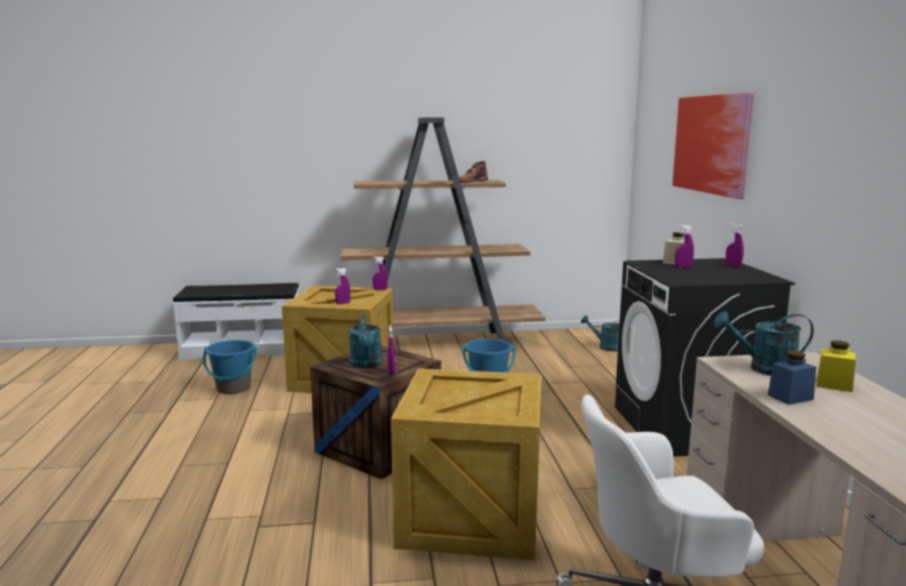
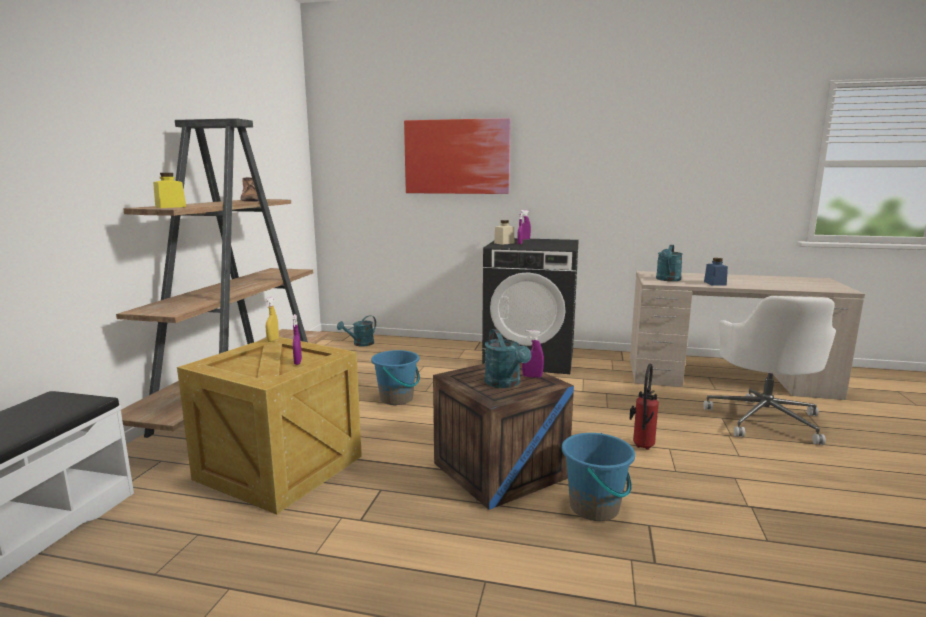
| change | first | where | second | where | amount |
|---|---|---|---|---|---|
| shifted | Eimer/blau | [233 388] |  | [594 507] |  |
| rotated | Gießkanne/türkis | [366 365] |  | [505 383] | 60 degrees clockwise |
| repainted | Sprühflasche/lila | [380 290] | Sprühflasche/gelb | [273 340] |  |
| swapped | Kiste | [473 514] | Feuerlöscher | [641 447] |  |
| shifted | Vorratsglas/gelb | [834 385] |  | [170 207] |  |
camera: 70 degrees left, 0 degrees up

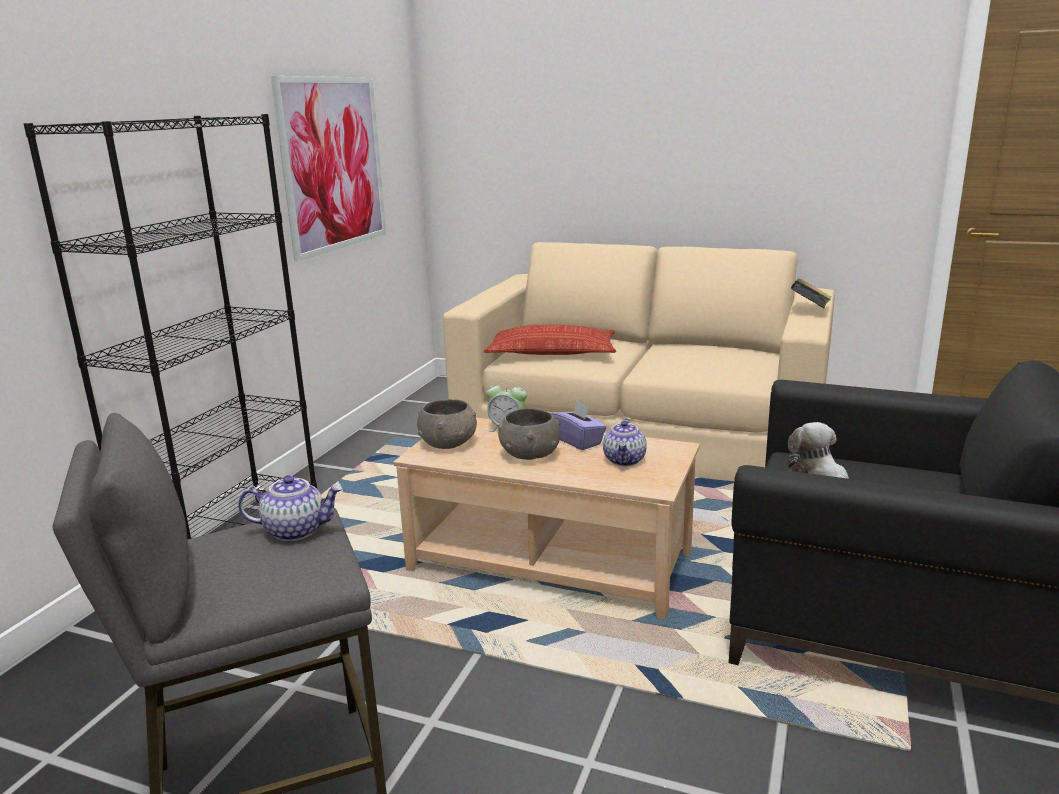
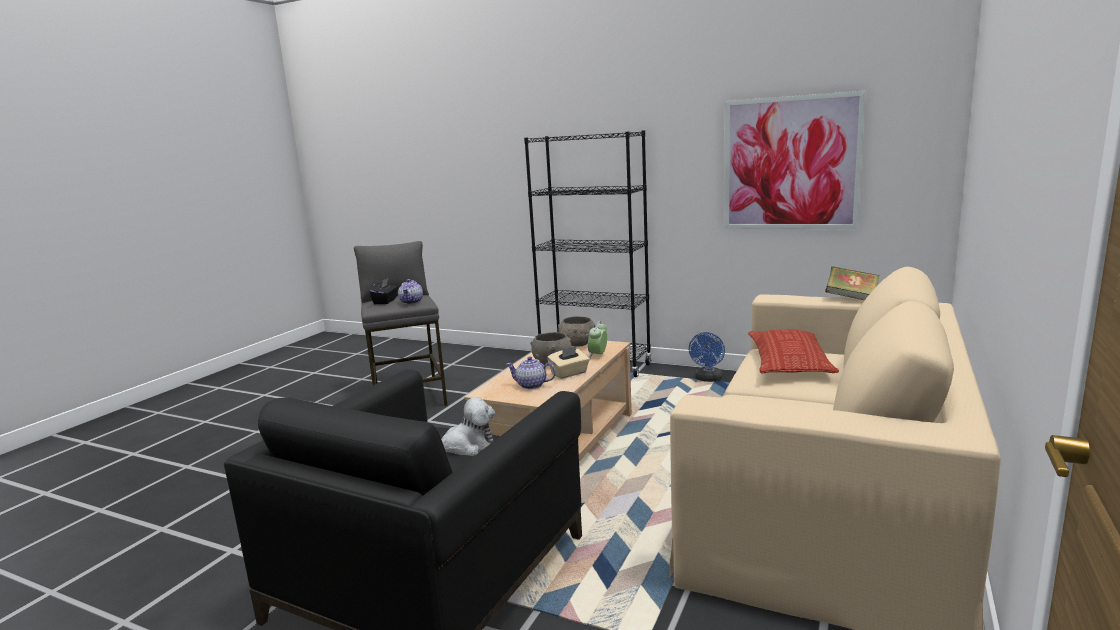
| change | first | where | second | where | amount |
|---|---|---|---|---|---|
| repainted | Taschentuchbox/lila | [579 441] | Taschentuchbox/beige | [569 373] |  |
| shifted | Buch | [809 310] |  | [851 298] |  |
| new |  |  | Taschentuchbox/schwarz | [385 301] |  |
| new |  |  | Ventilator/blau | [708 379] |  |
camera: 95 degrees right, 5 degrees down

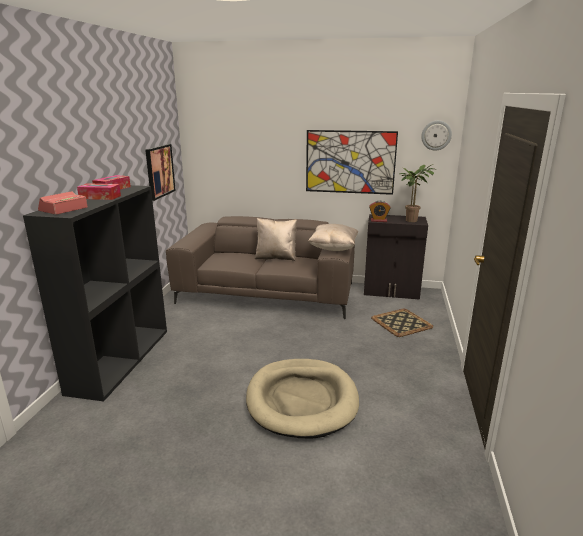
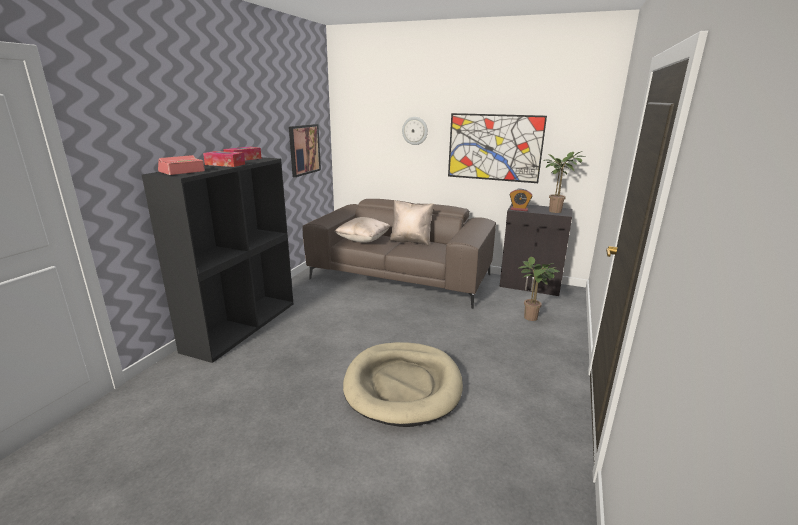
| change | first | where | second | where | amount |
|---|---|---|---|---|---|
| shifted | Kissen/beige | [333 248] |  | [363 240] |  |
| swapped | Tablett | [402 323] | Topfpflanze | [533 318] |  |
| shifted | Wanduhr | [436 135] |  | [415 130] |  |
camera: 10 degrees right, 0 degrees up

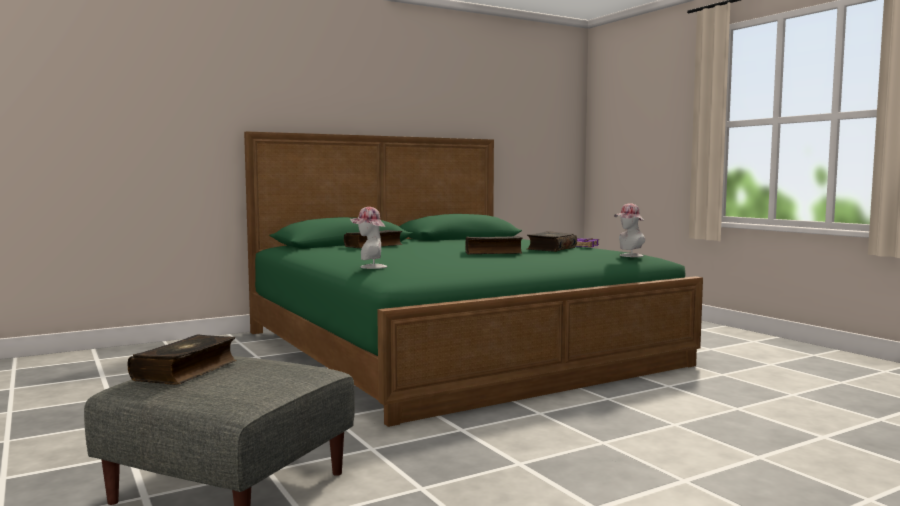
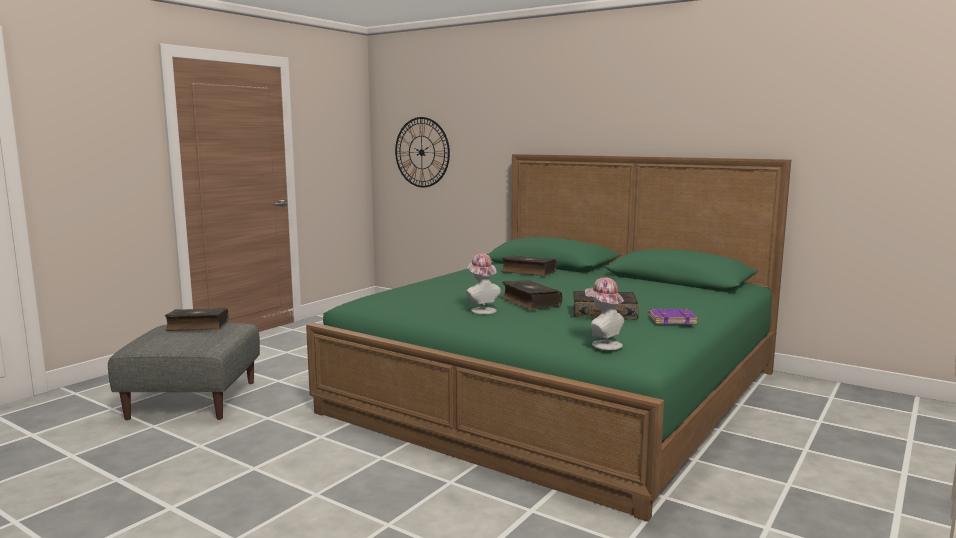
| change | first | where | second | where | amount |
|---|---|---|---|---|---|
| shifted | Hut | [369 267] |  | [481 310] |  |
| new |  |  | Wanduhr | [422 152] |  |
camera: 65 degrees right, 5 degrees up

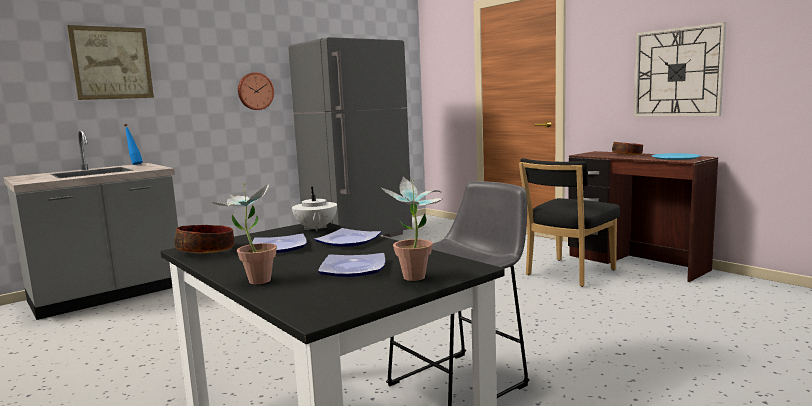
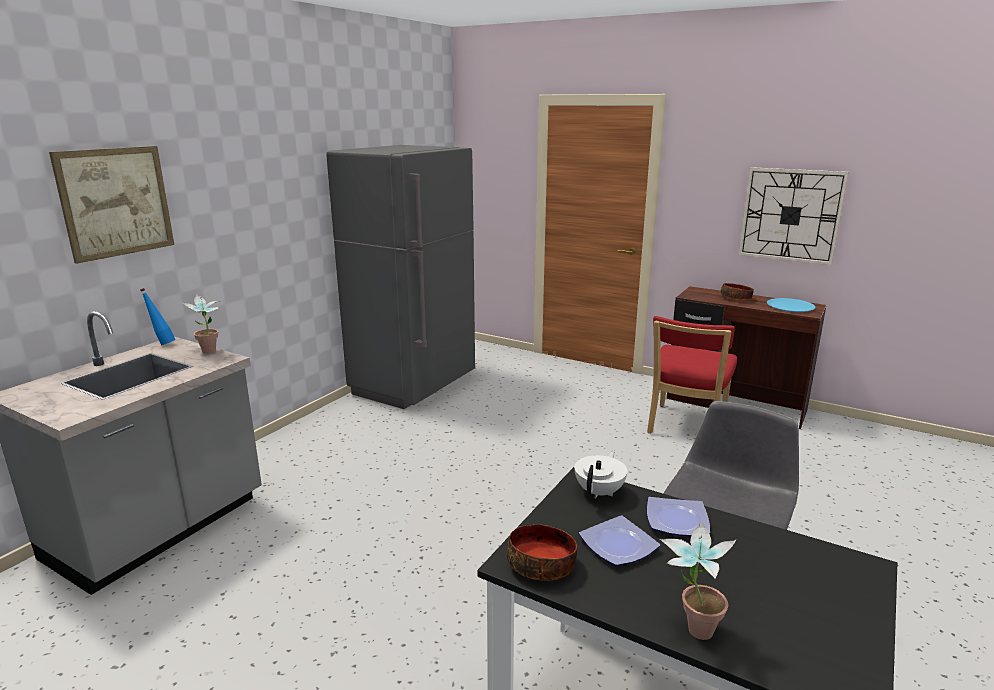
| change | first | where | second | where | amount |
|---|---|---|---|---|---|
| gone | Wanduhr | [255 91] |  |  |  |
| rotated | Teekanne/weiß | [315 229] |  | [600 491] | 120 degrees counterclockwise |
| gone | Teller | [351 270] |  |  |  |
| shifted | Topfpflanze | [416 280] |  | [210 352] |  |
| repainted | Stuhl/schwarz | [567 273] | Stuhl/rot | [685 427] |  |
camera: 20 degrees left, 10 degrees up

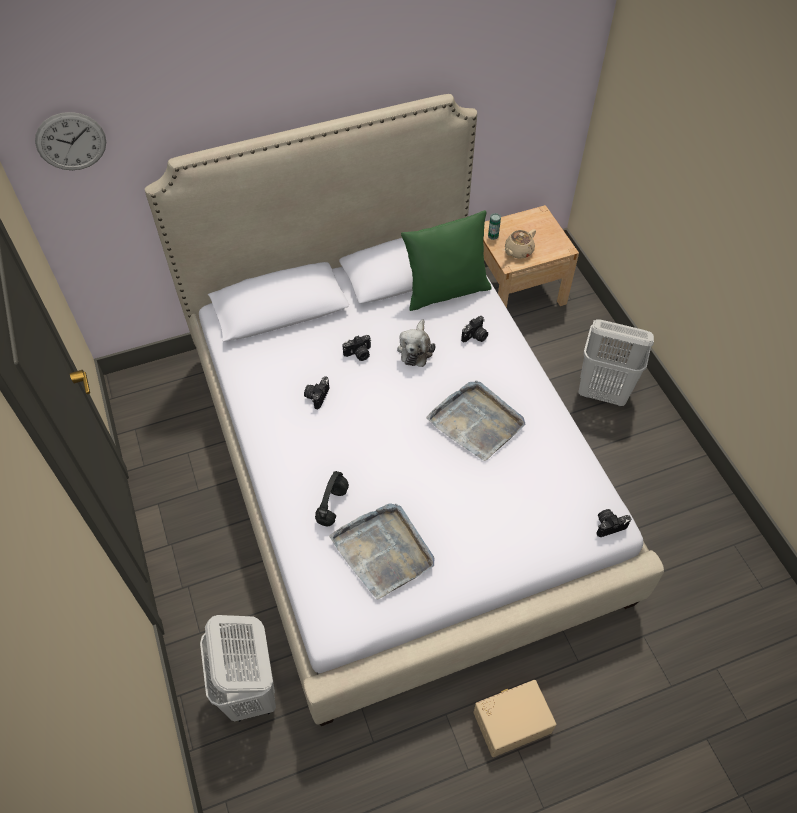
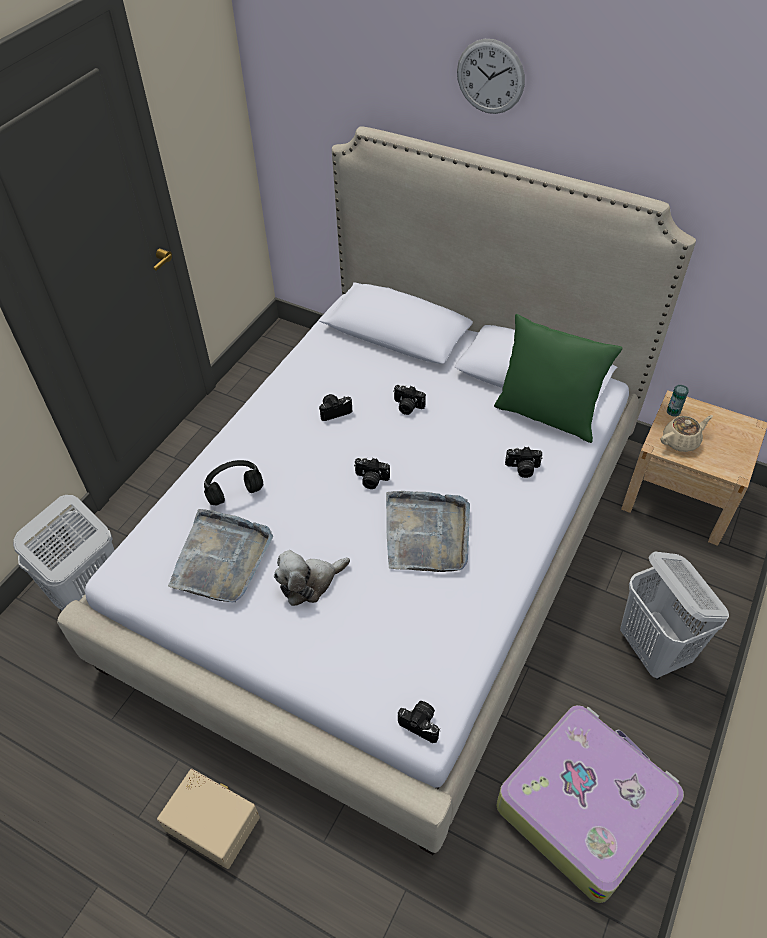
| change | first | where | second | where | amount |
|---|---|---|---|---|---|
| shifted | Wanduhr | [71 141] |  | [490 77] |  |
| shifted | Plüschtier | [416 349] |  | [309 583] |  |
| rotated | Teekanne/beige | [518 251] |  | [681 441] | 150 degrees clockwise |
| new |  |  | Kamera | [371 480] |  |
| new |  |  | Koffer | [584 805] |  |
camera: 50 degrees right, 5 degrees down

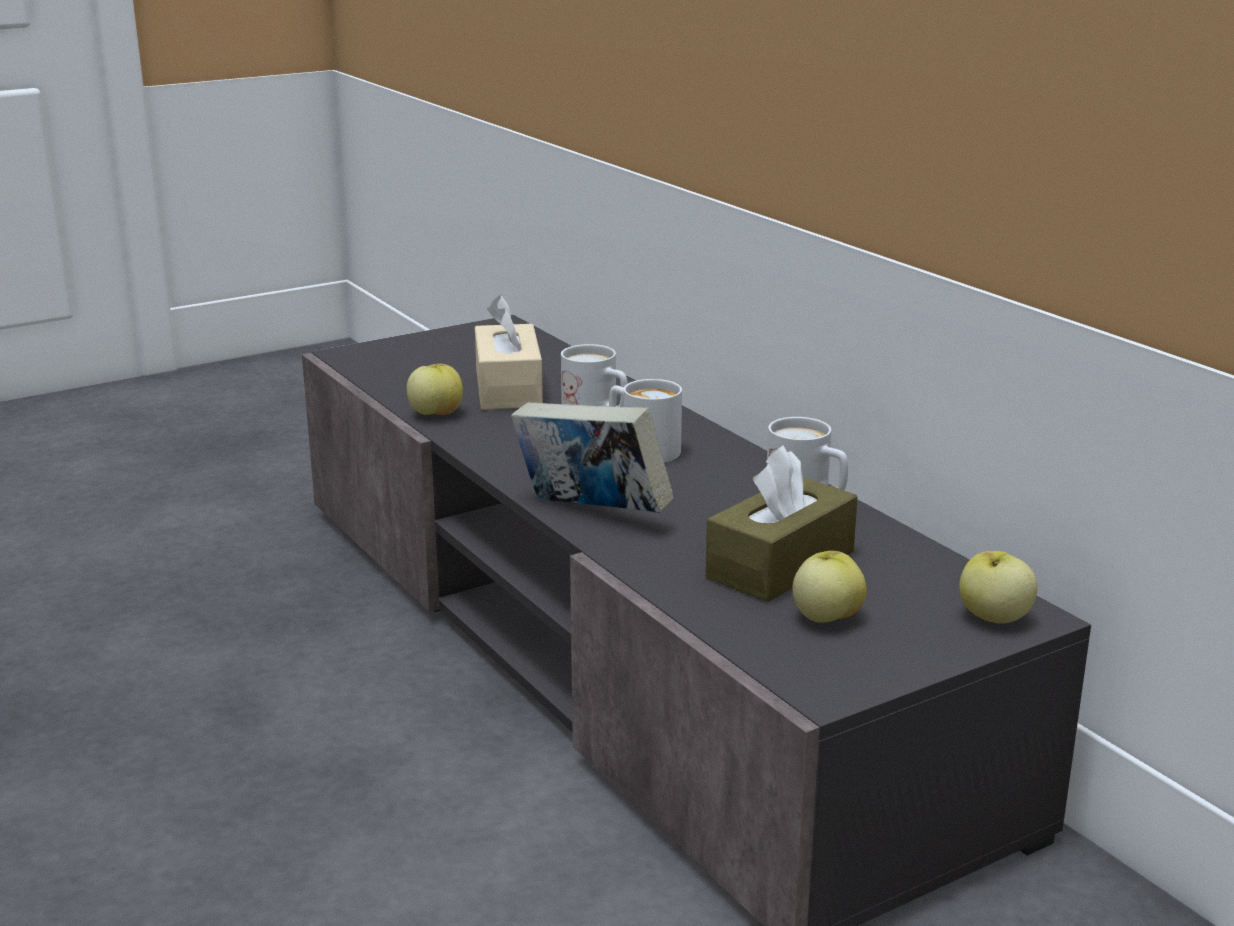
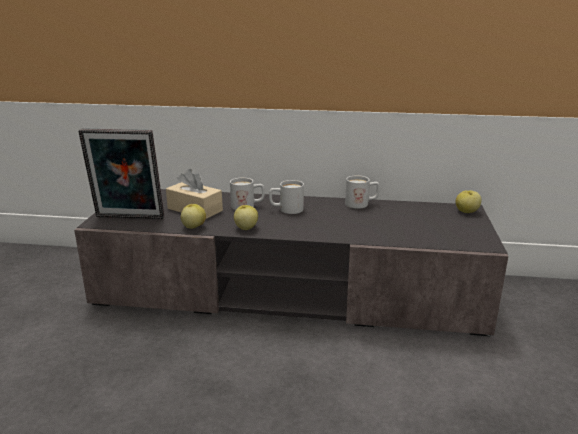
| change | first | where | second | where | amount |
|---|---|---|---|---|---|
| gone | Buch | [591 514] |  |  |  |
| gone | Taschentuchbox/braun | [780 565] |  |  |  |
| shifted | Apfel | [826 618] |  | [246 228] |  |
| new |  |  | Bilderrahmen | [128 218] |  |
camera: 50 degrees left, 0 degrees up

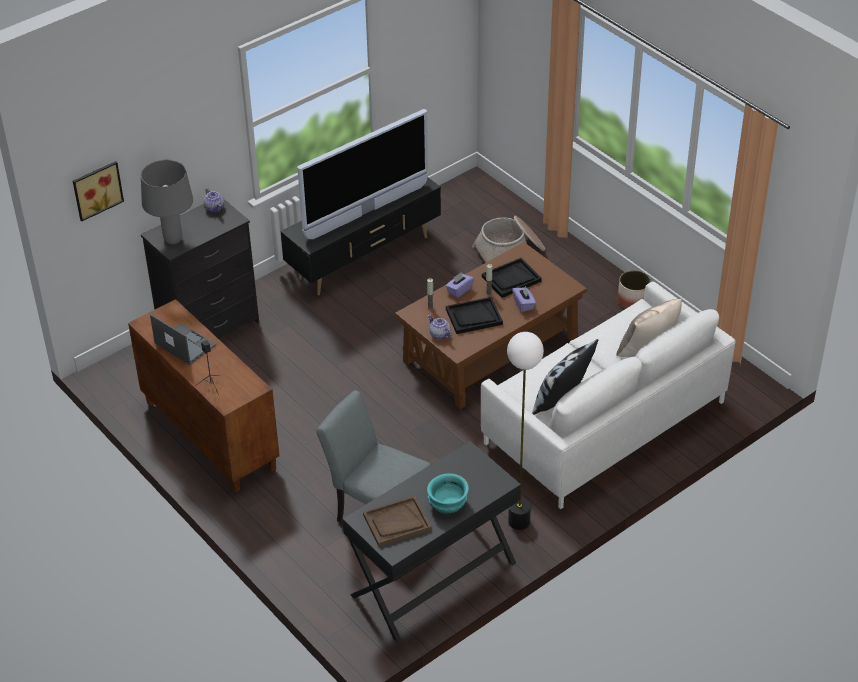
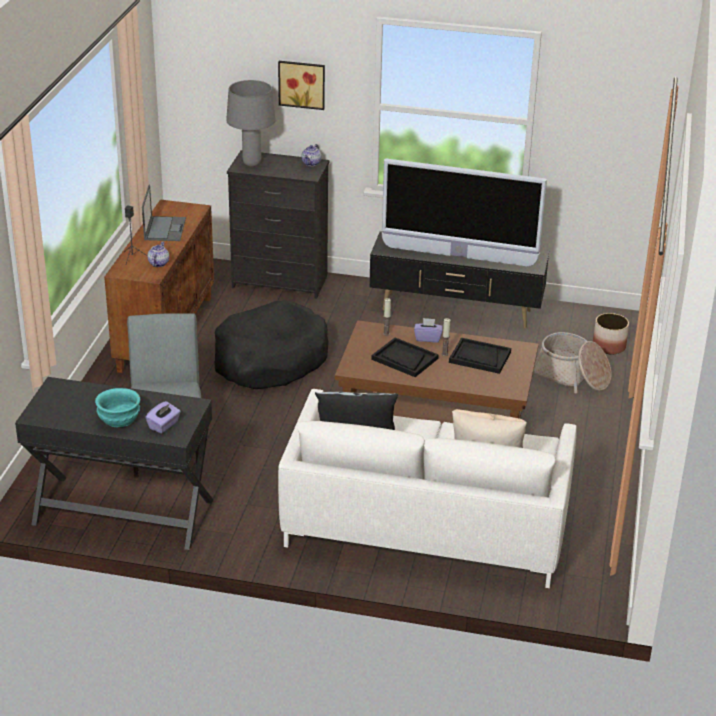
| change | first | where | second | where | amount |
|---|---|---|---|---|---|
| shifted | Bild | [96 189] |  | [302 84] |  |
| gone | Tablett/braun | [397 523] |  |  |  |
| shifted | Teekanne | [439 334] |  | [158 263] |  |
| gone | Stehlampe | [518 521] |  |  |  |
| shifted | Taschentuchbox/lila | [523 304] |  | [164 425] |  |
| shifted | Pflanzkübel | [633 301] |  | [609 346] |  |
| new |  |  | Hundebett/schwarz | [270 360] |  |
camera: 50 degrees right, 10 degrees down

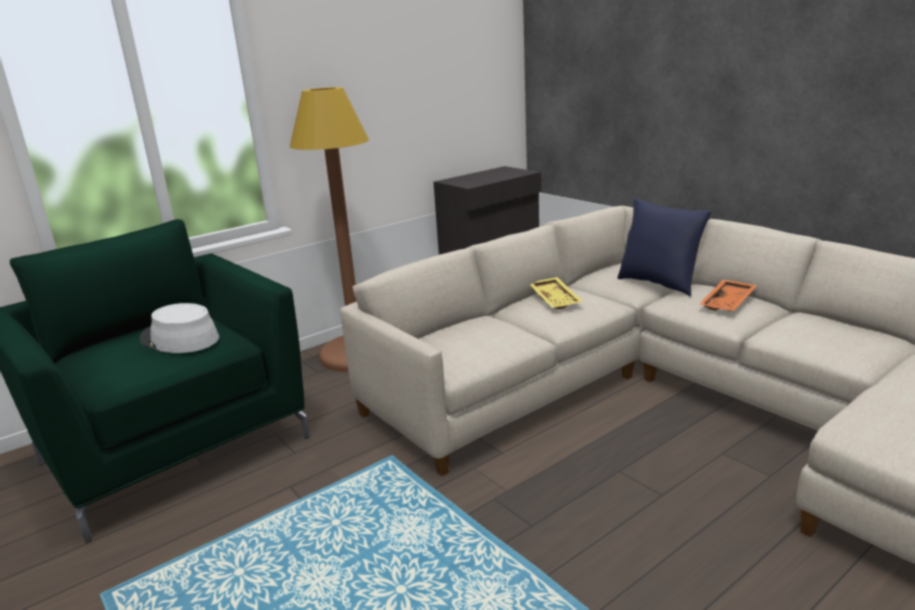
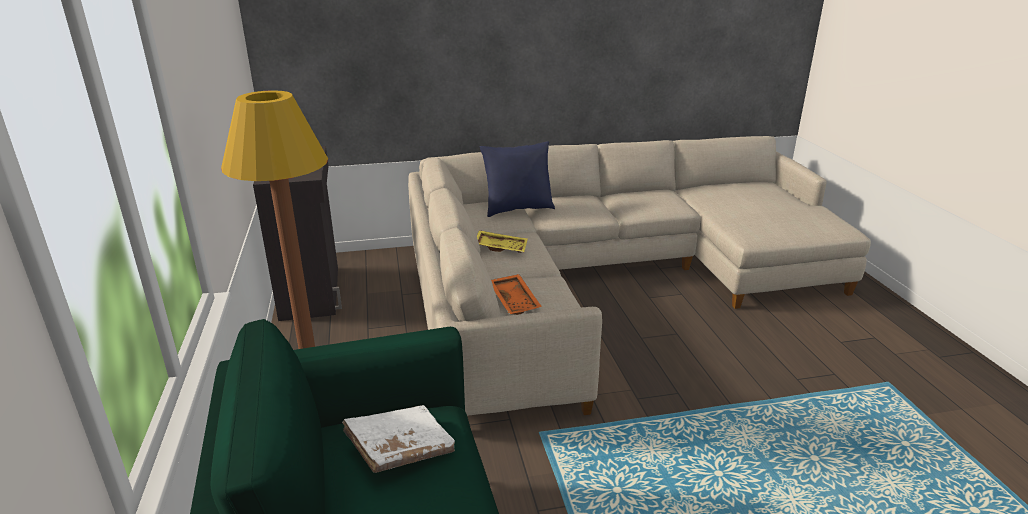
| change | first | where | second | where | amount |
|---|---|---|---|---|---|
| swapped | Hut/grau | [179 339] | Buch/weiß | [400 450] |  |
| shifted | Tablett/orange | [728 303] |  | [515 301] |  |
camera: 65 degrees left, 5 degrees up

